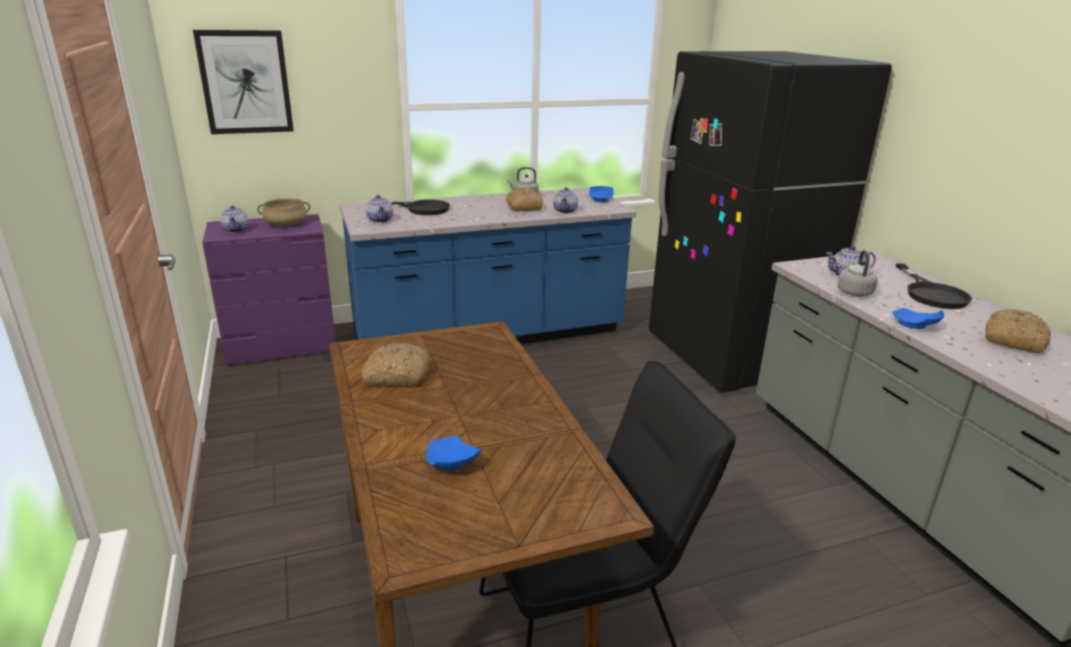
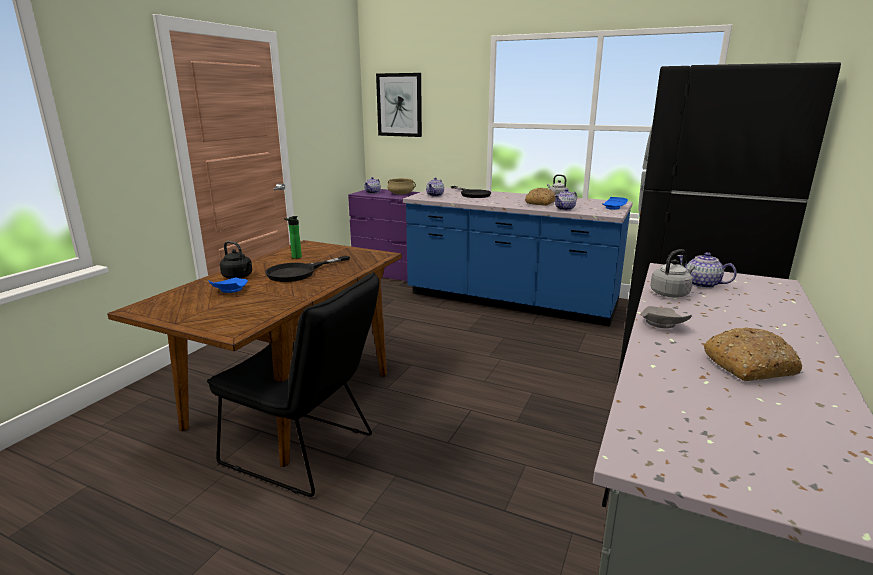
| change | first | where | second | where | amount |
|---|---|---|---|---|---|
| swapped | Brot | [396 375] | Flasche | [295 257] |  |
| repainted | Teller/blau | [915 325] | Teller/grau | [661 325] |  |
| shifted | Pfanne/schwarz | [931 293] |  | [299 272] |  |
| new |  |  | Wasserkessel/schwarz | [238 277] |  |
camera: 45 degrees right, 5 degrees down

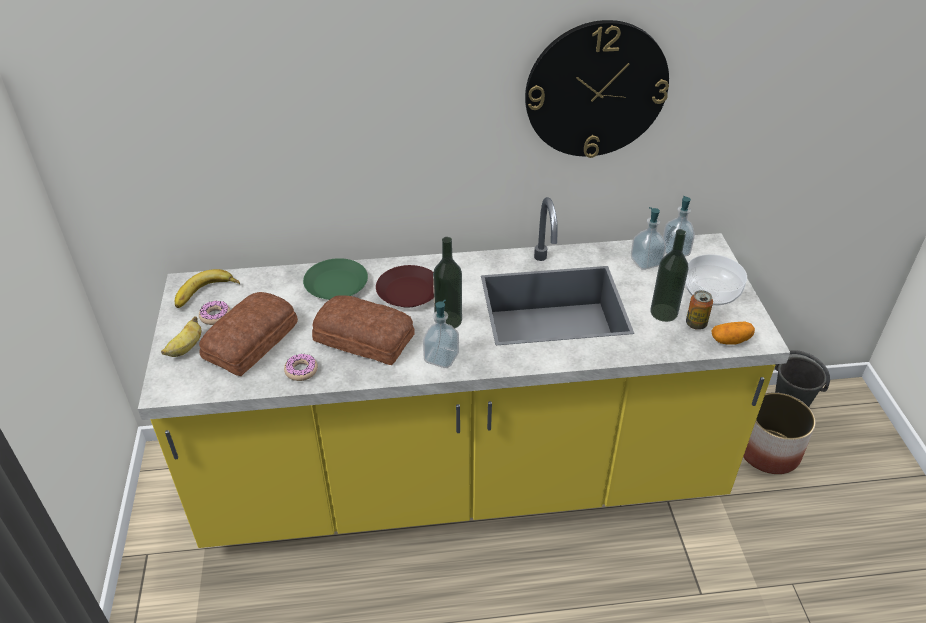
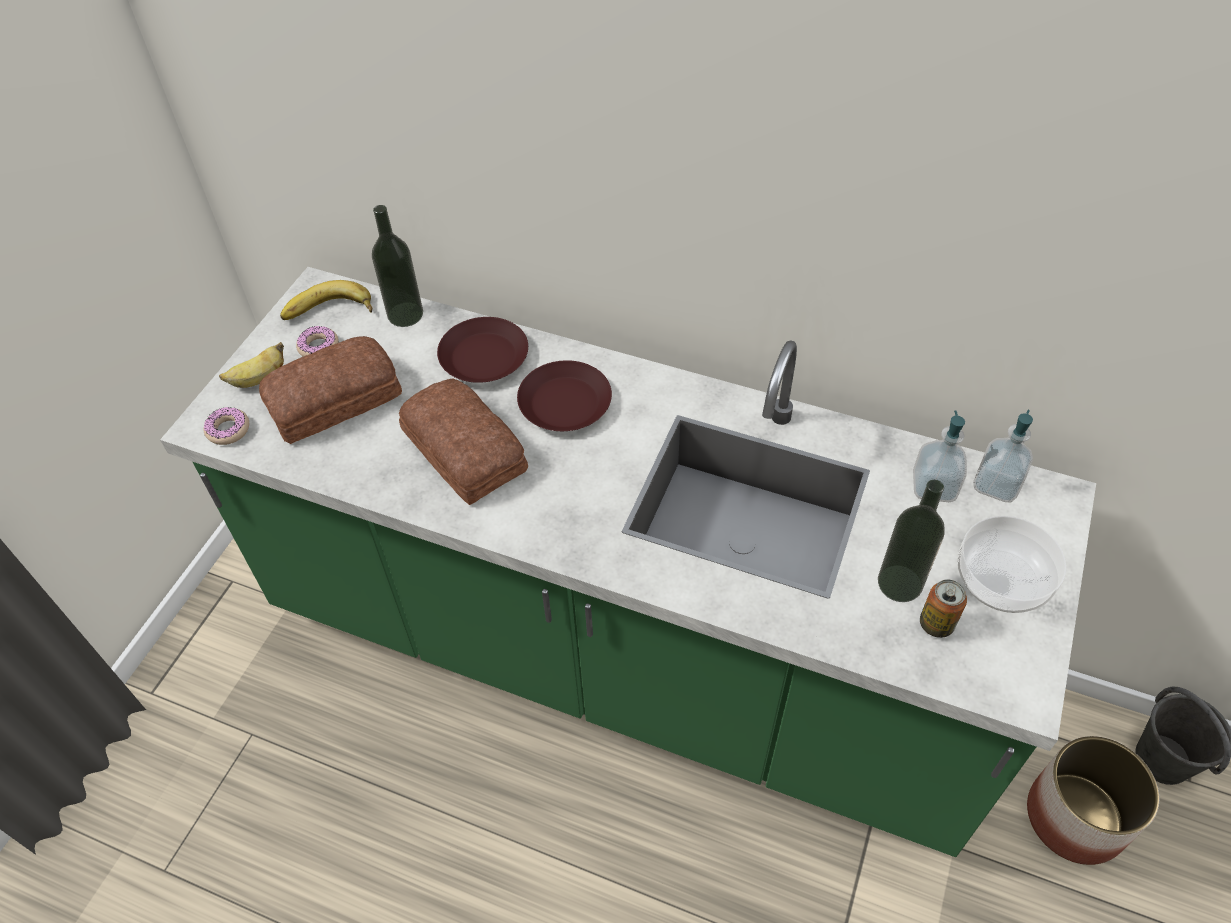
| change | first | where | second | where | amount |
|---|---|---|---|---|---|
| repainted | Küchenzeile/gelb | [463 479] | Küchenzeile/grün | [621 654] |  |
| shifted | Donut | [301 371] |  | [228 430] |  |
| repainted | Teller/grün | [337 285] | Teller/braun | [485 357] |  |
| gone | Seifenspender | [441 358] |  |  |  |
| shifted | Flasche | [448 320] |  | [405 314] |  |
| gone | Wanduhr | [596 90] |  |  |  |
| gone | Kartoffel | [730 340] |  |  |  |
camera: 30 degrees right, 10 degrees up

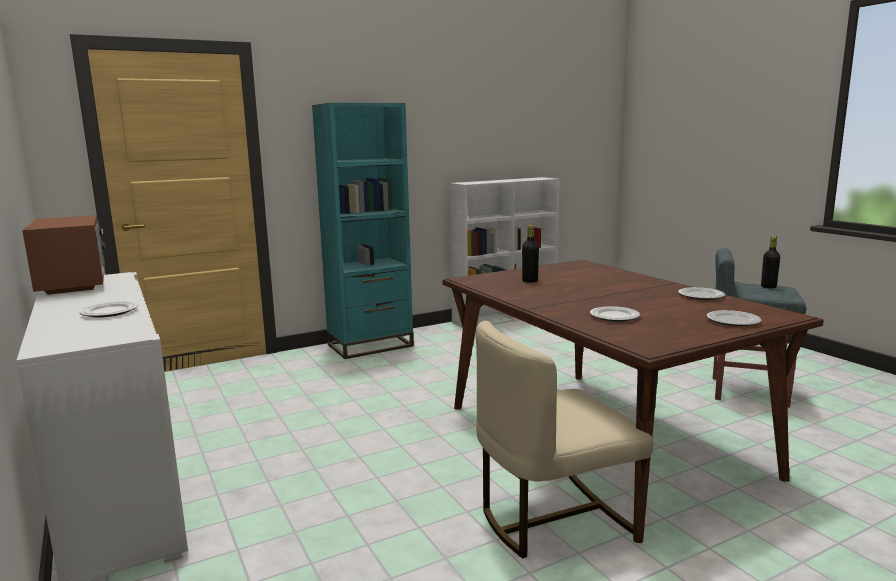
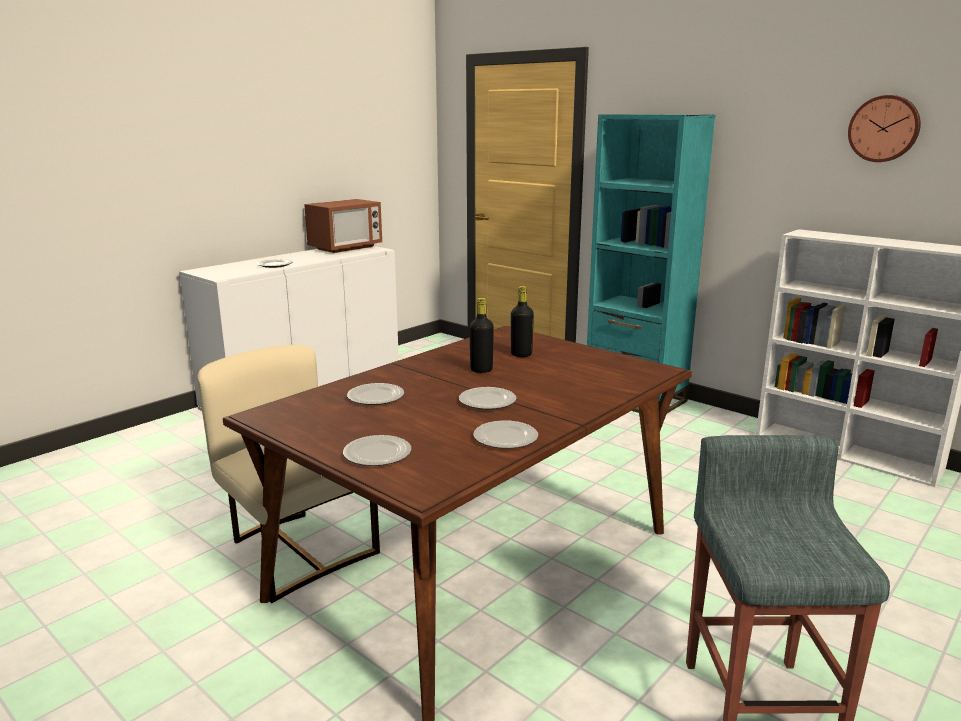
| change | first | where | second | where | amount |
|---|---|---|---|---|---|
| shifted | Flasche/schwarz | [768 287] |  | [481 370] |  |
| new |  |  | Teller | [488 401] |  |
| new |  |  | Wanduhr | [884 128] |  |
camera: 70 degrees right, 5 degrees up

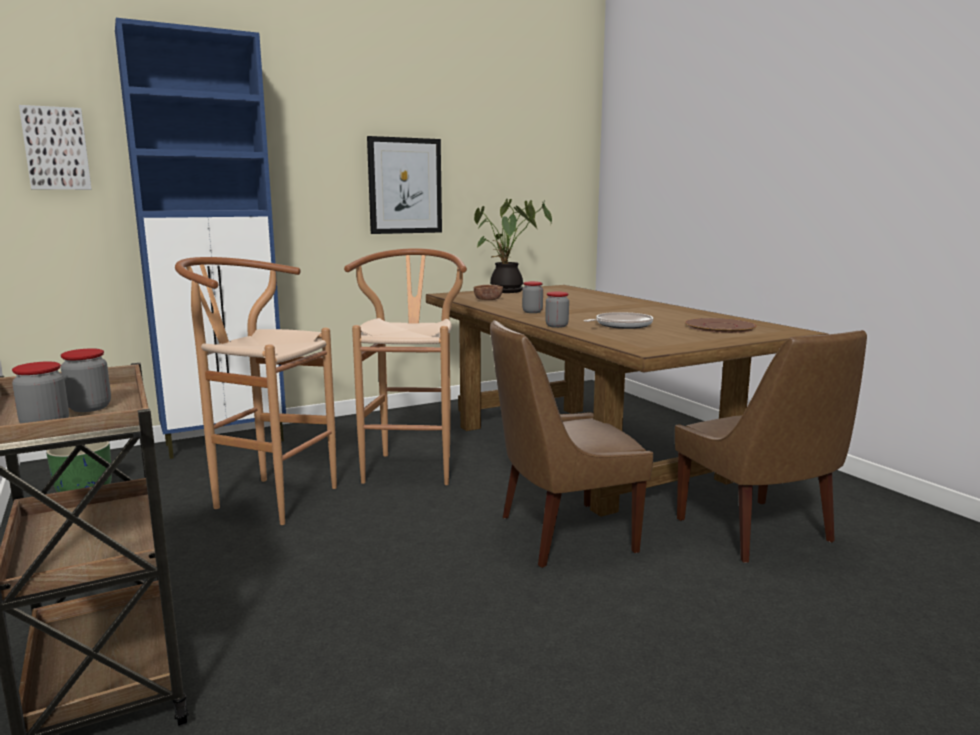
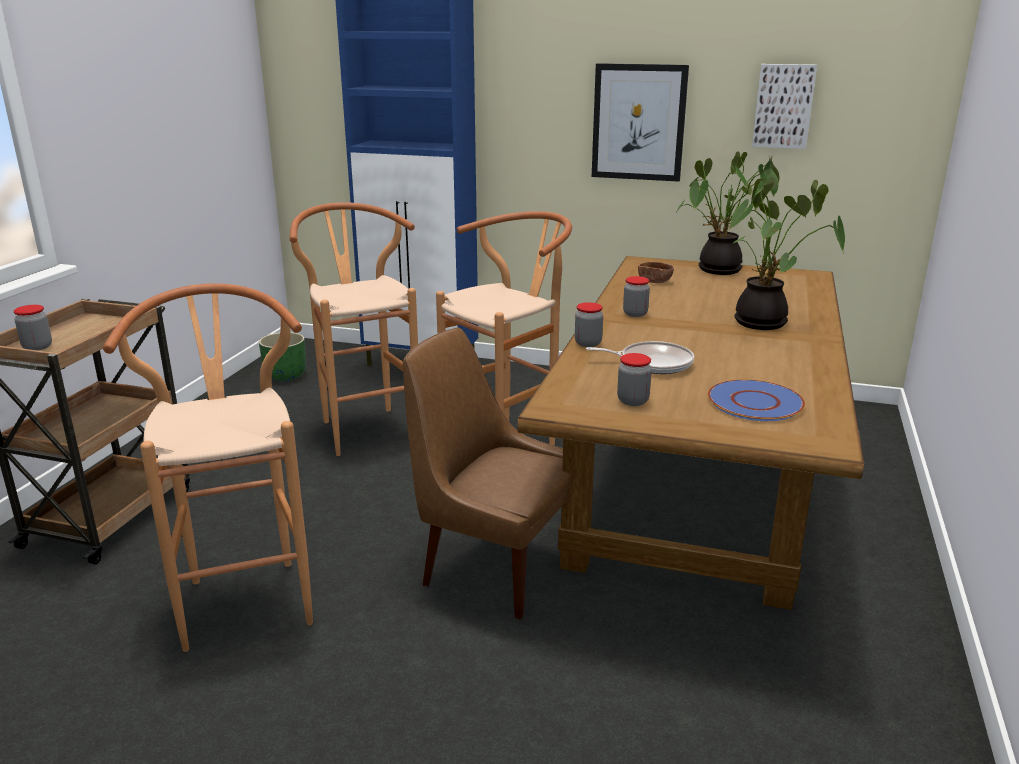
| change | first | where | second | where | amount |
|---|---|---|---|---|---|
| shifted | Bild | [56 148] |  | [783 106] |  |
| shifted | Vorratsglas | [90 408] |  | [633 401] |  |
| gone | Stuhl/braun | [757 532] |  |  |  |
| repainted | Teller/braun | [719 327] | Teller/blau | [754 402] |  |
| new |  |  | Hocker/braun | [245 594] |  |
| new |  |  | Topfpflanze | [765 323] |  |
camera: 45 degrees right, 10 degrees up

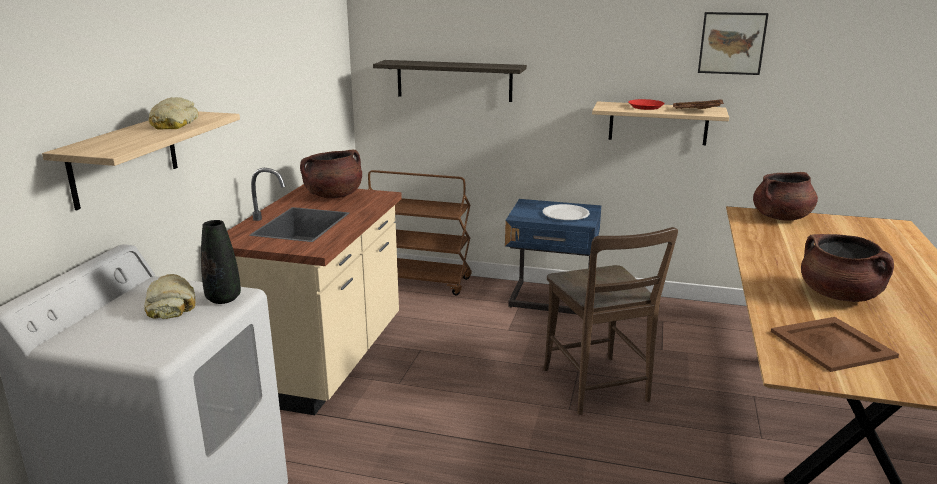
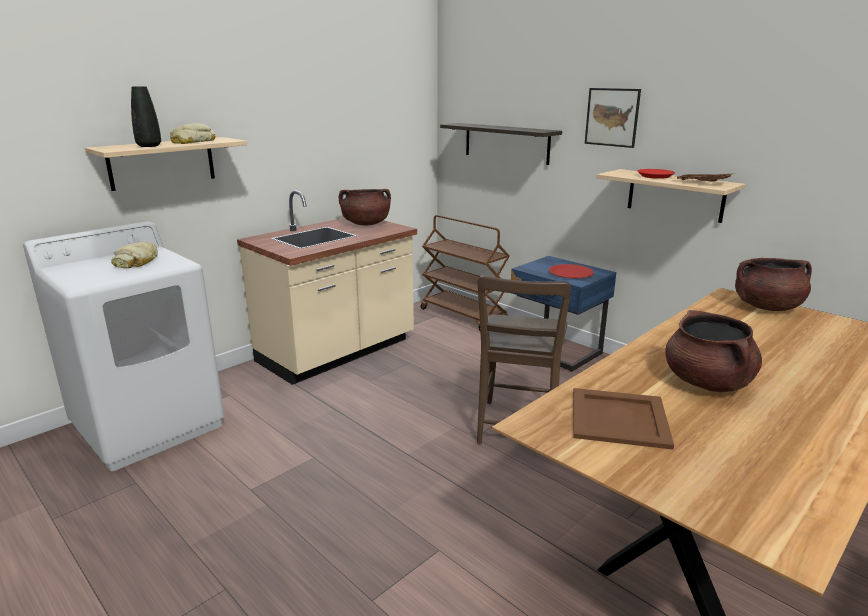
| change | first | where | second | where | amount |
|---|---|---|---|---|---|
| shifted | Vase/schwarz | [223 299] |  | [149 146] |  |
| repainted | Teller/weiß | [565 214] | Teller/rot | [570 273] |  |
| shifted | Bild | [732 43] |  | [612 117] |  |
camera: 30 degrees right, 0 degrees up

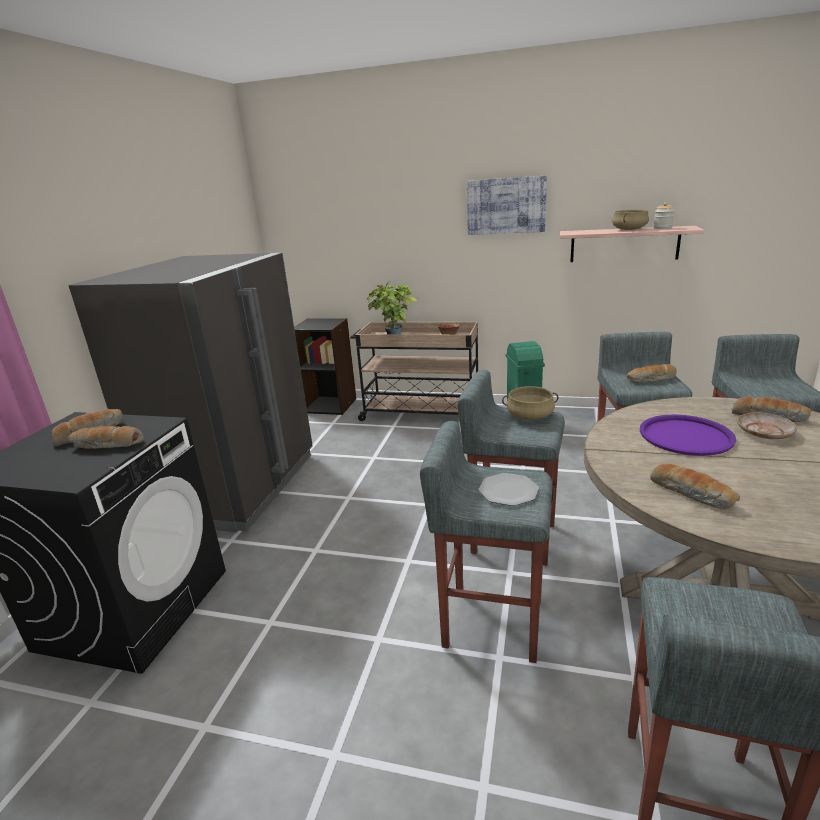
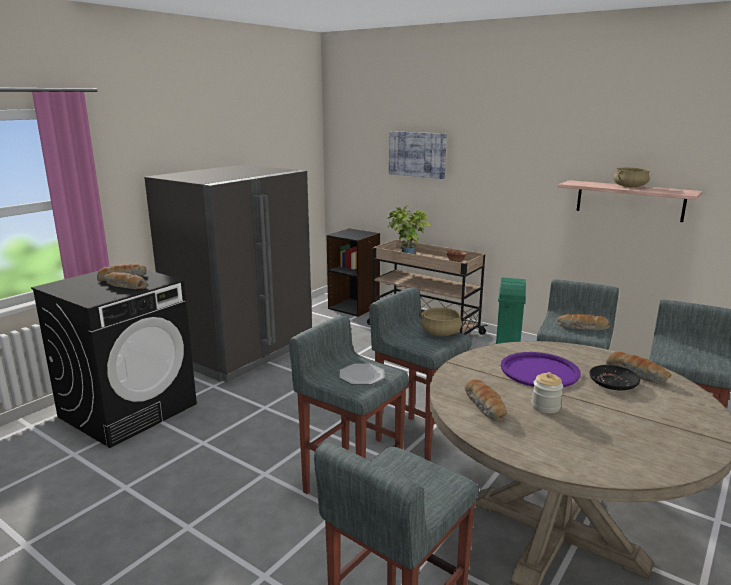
| change | first | where | second | where | amount |
|---|---|---|---|---|---|
| shifted | Bild | [506 206] |  | [417 154] |  |
| shifted | Vorratsglas | [662 228] |  | [545 407] |  |
| repainted | Teller/beige | [764 432] | Teller/schwarz | [613 383] |  |
camera: 20 degrees right, 5 degrees down

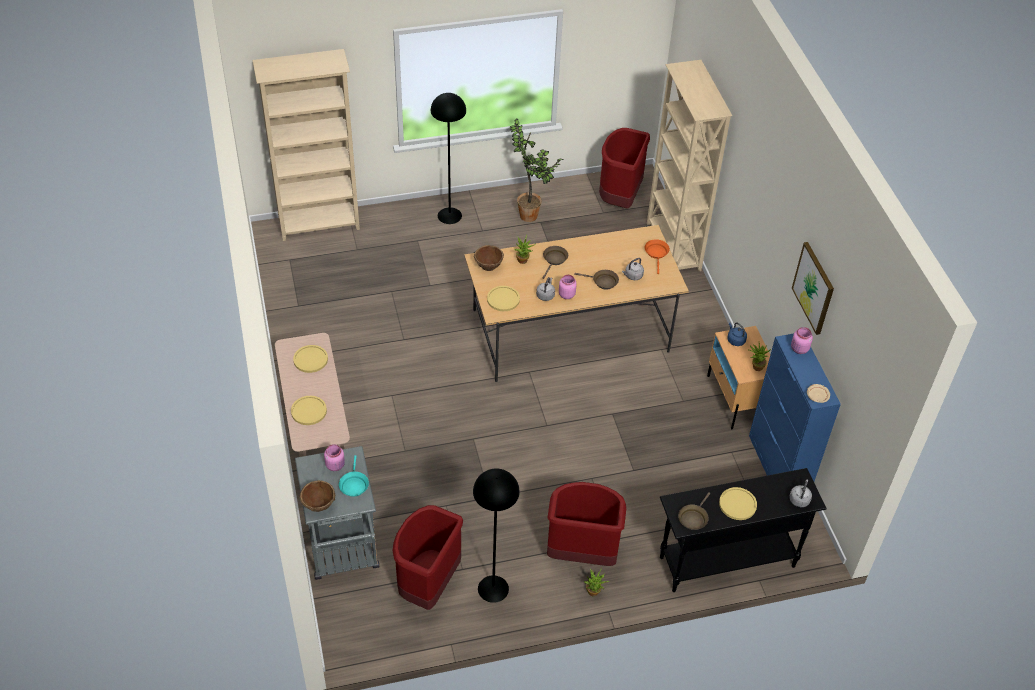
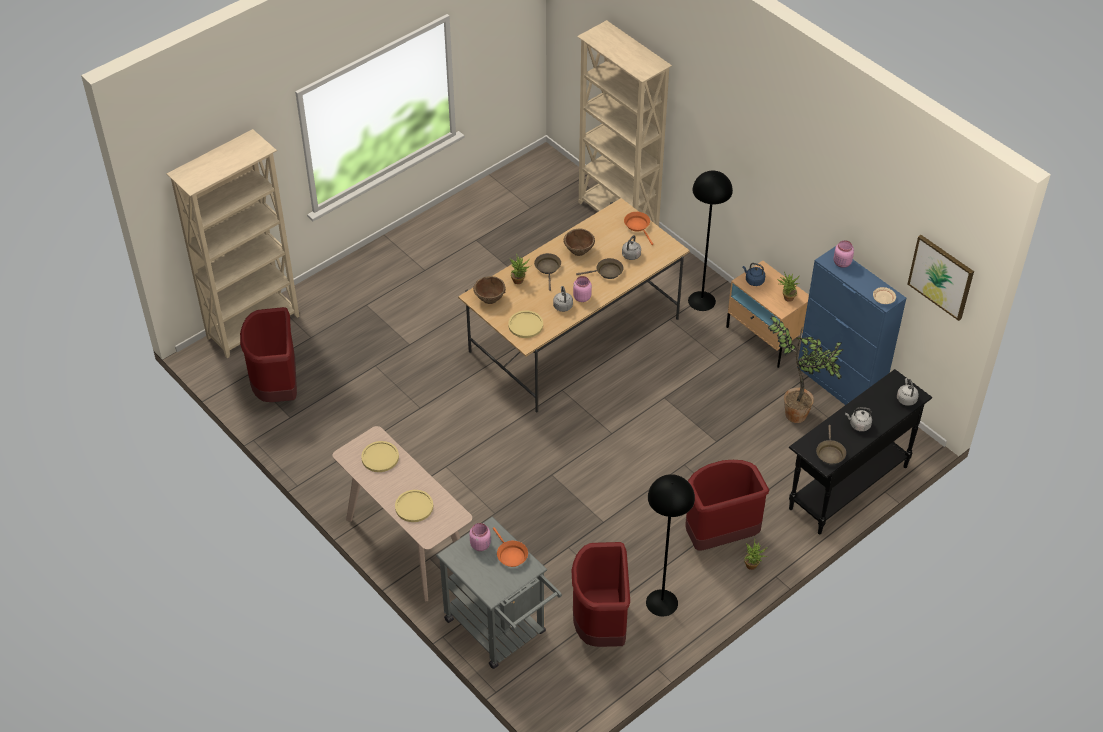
| change | first | where | second | where | amount |
|---|---|---|---|---|---|
| shifted | Schüssel/braun | [319 505] |  | [579 251] |  |
| repainted | Pfanne/türkis | [354 484] | Pfanne/orange | [510 555] |  |
| shifted | Stehlampe/schwarz | [449 215] |  | [701 300] |  |
| shifted | Topfpflanze | [531 217] |  | [799 415] |  |
| shifted | Mülleimer/rot | [619 198] |  | [277 388] |  |
| swapped | Teller/gelb | [737 504] | Wasserkessel/grau | [858 425] |  |
| shifted | Bild | [814 288] |  | [941 276] |  |
camera: 25 degrees left, 0 degrees up

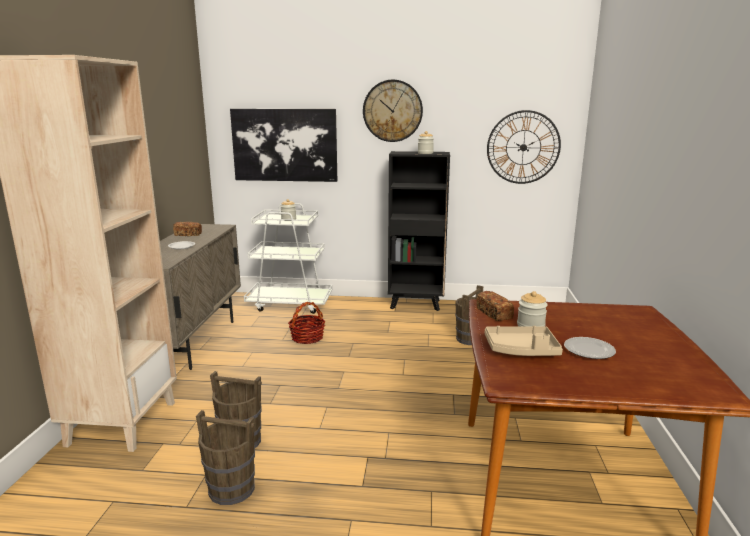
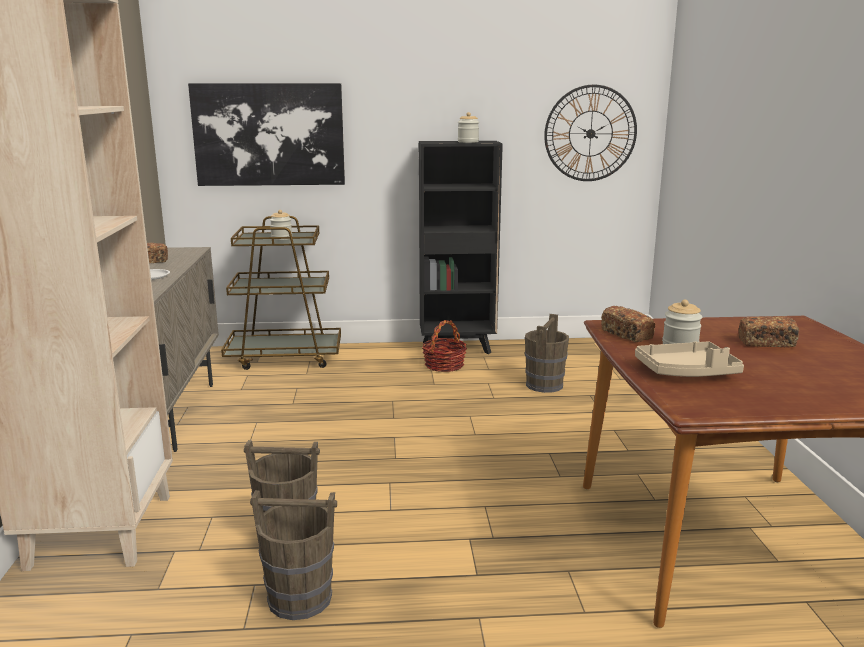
| change | first | where | second | where | amount |
|---|---|---|---|---|---|
| repainted | Rollwagen/weiß | [290 304] | Rollwagen/braun | [285 357] |  |
| shifted | Korb | [307 337] |  | [444 365] |  |
| gone | Wanduhr | [392 111] |  |  |  |
| gone | Teller | [589 350] |  |  |  |
| new |  |  | Brot | [766 343] |  |
camera: 10 degrees left, 0 degrees up

